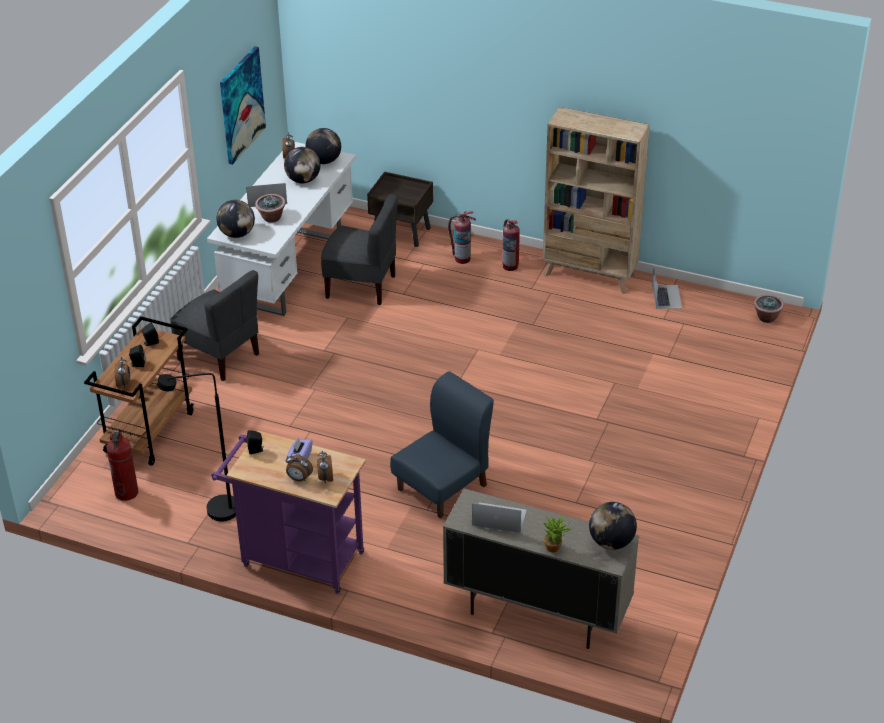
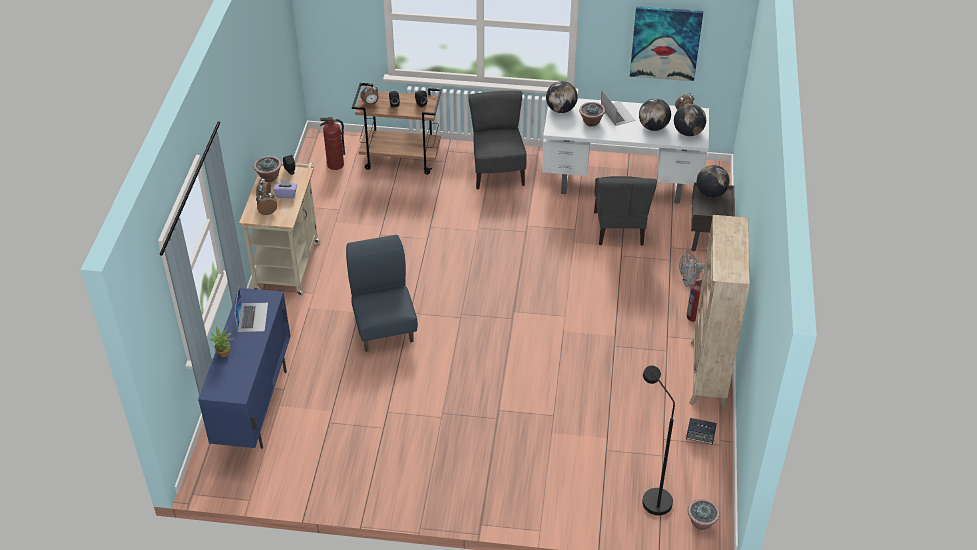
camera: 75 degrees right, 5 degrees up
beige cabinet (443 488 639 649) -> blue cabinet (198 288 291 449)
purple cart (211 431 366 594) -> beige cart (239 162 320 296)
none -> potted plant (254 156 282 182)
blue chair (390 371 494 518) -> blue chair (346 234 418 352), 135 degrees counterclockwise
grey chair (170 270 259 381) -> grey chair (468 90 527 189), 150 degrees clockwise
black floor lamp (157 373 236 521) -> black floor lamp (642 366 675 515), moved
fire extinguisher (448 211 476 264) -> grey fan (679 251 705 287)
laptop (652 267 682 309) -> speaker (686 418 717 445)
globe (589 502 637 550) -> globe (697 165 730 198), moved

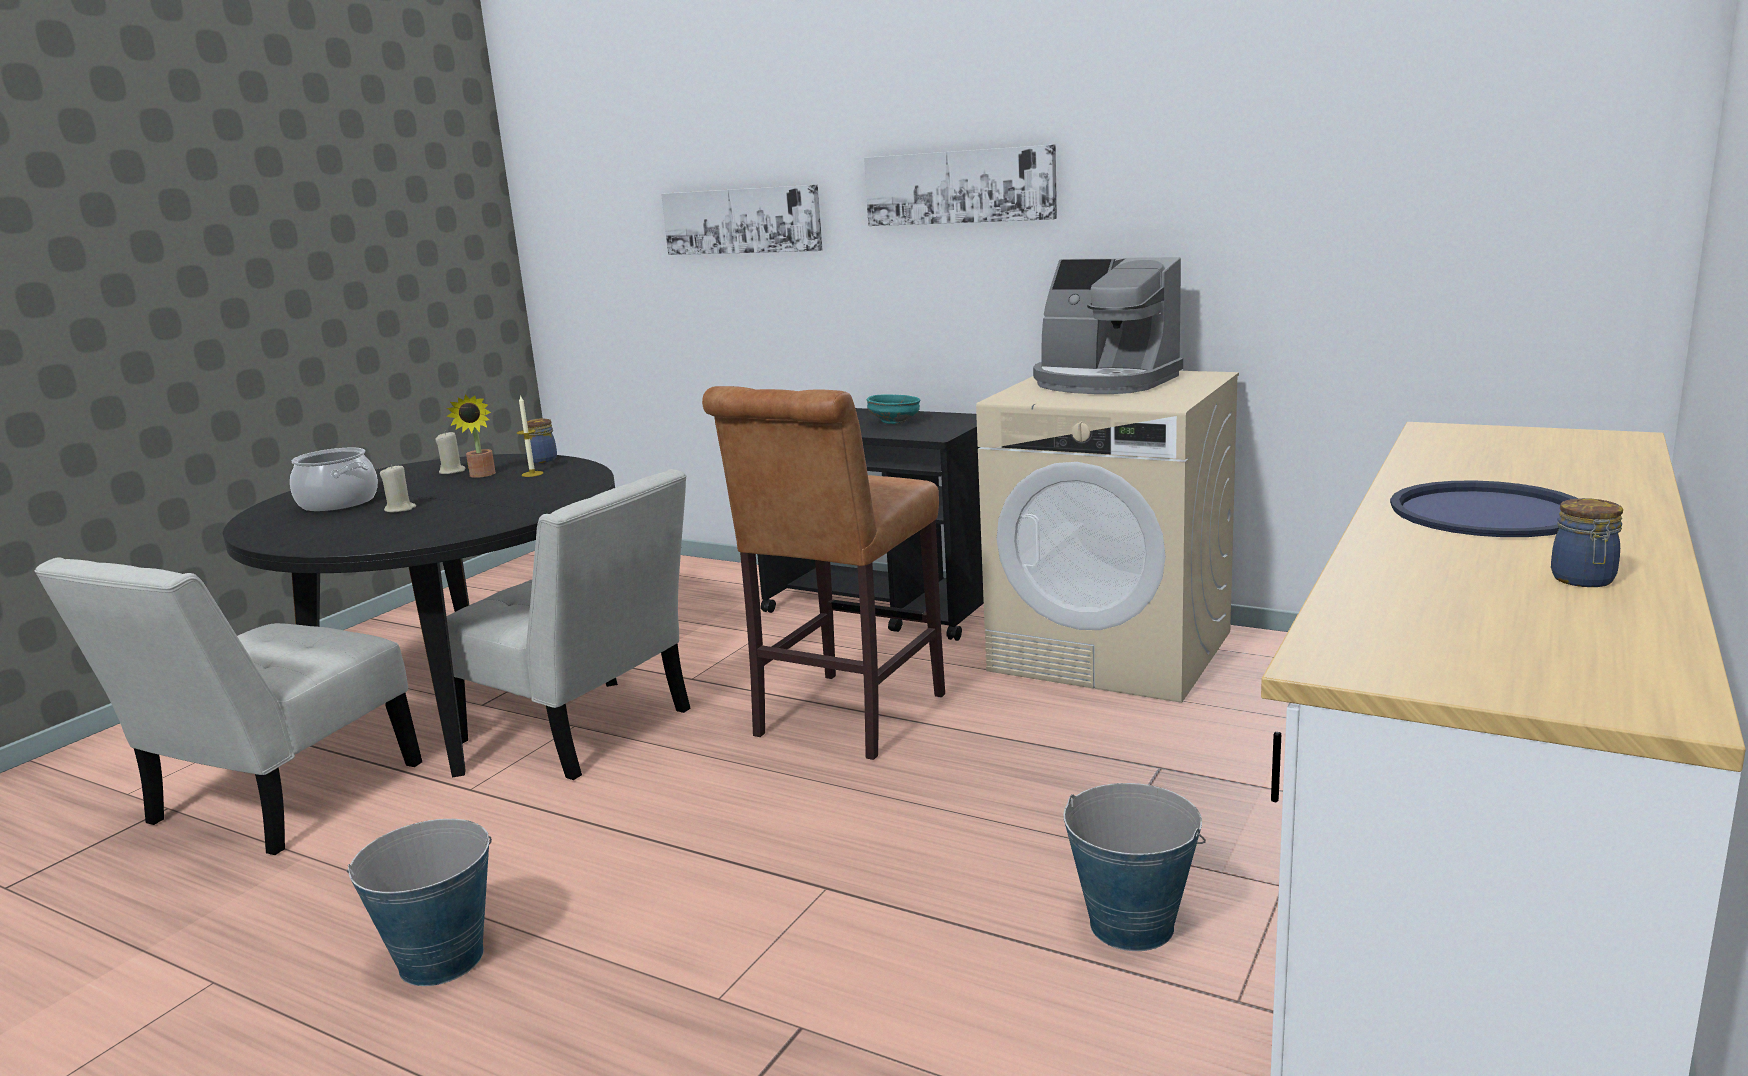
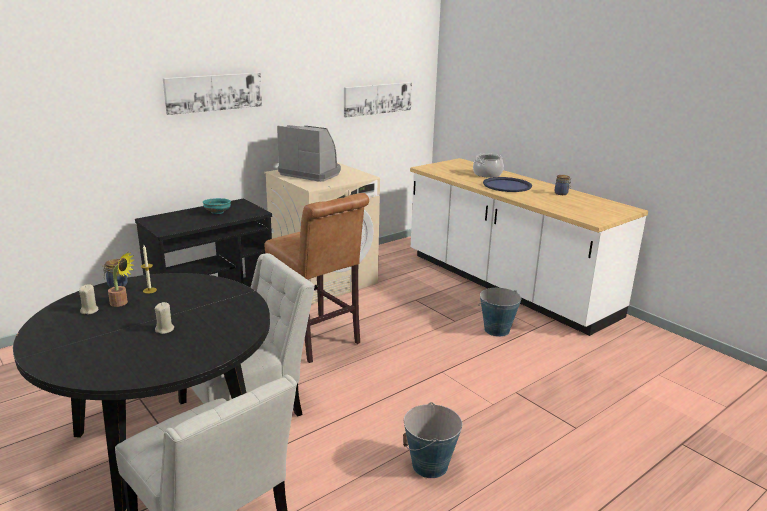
camera: 70 degrees left, 5 degrees up
coffee machine (1033 257 1183 394) -> coffee machine (277 125 341 182), 120 degrees counterclockwise
picture (661 185 823 255) -> picture (344 82 412 117), moved
cooking pot (290 448 378 511) -> cooking pot (473 154 504 178), moved

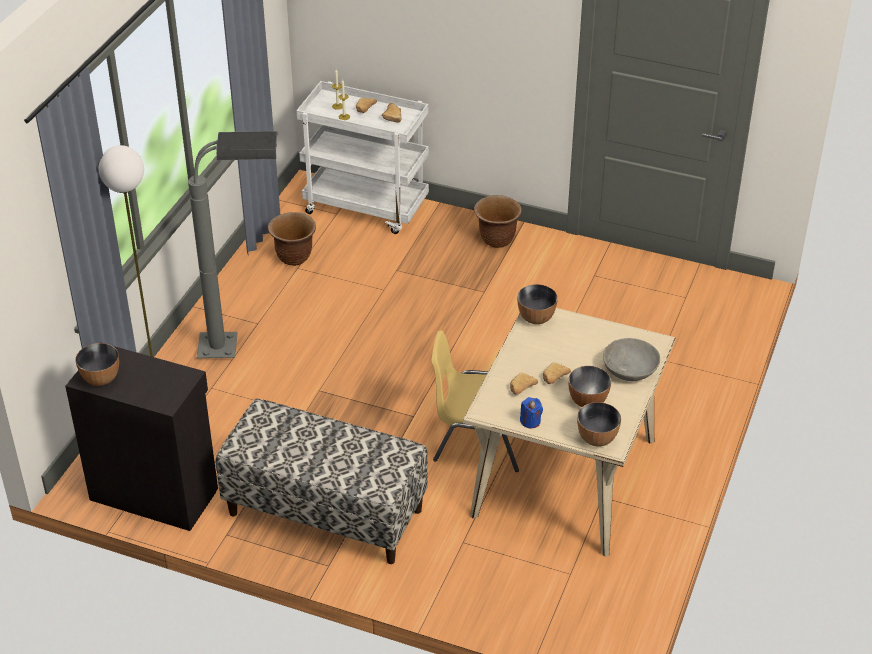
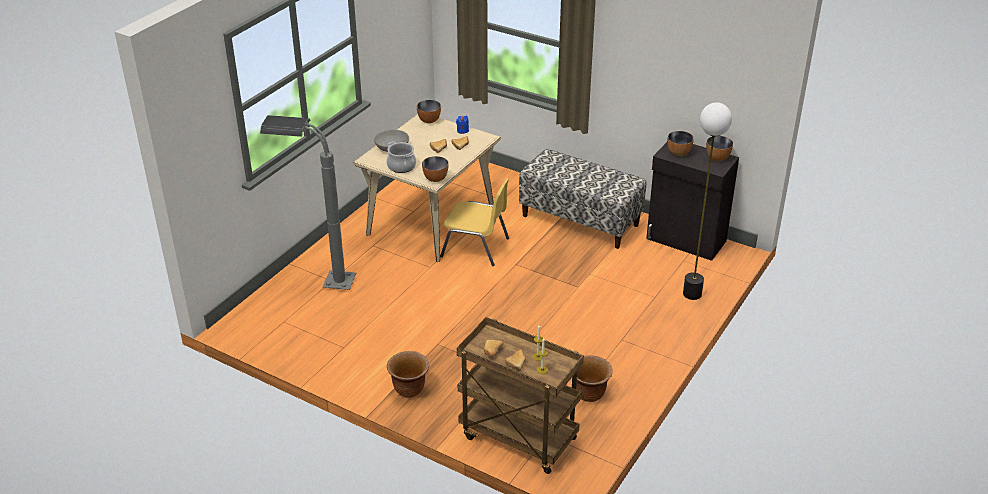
camera: 170 degrees left, 5 degrees down
grey floor lamp (188 131 278 358) -> grey floor lamp (260 115 356 290), moved
none -> cooking pot (386 141 416 173)
white cart (296 81 429 234) -> brown cart (457 317 584 474)
bowl (568 366 611 407) -> bowl (667 131 694 156), moved

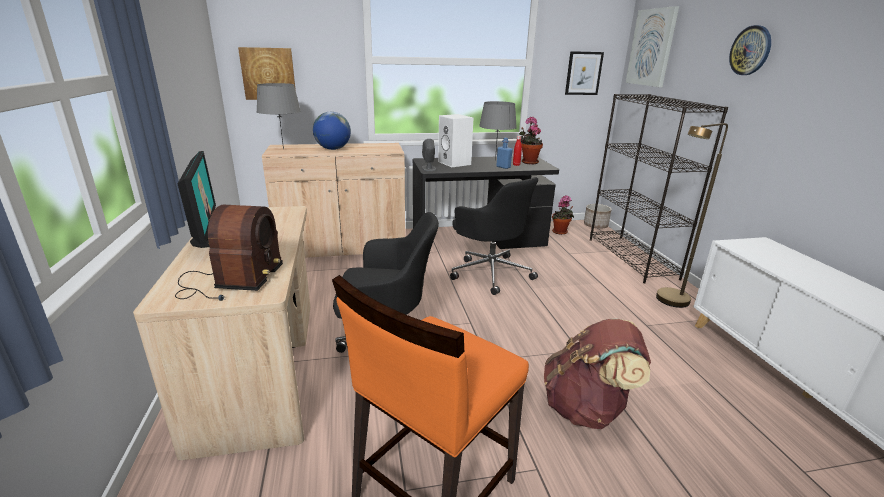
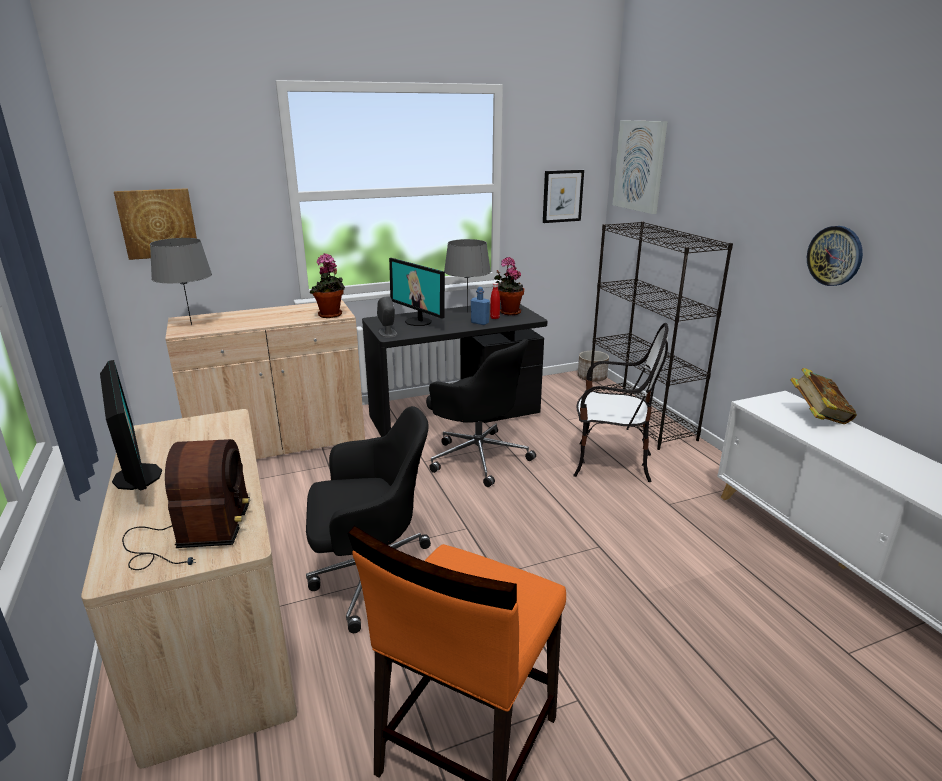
camera: 10 degrees left, 0 degrees up
potted plant (552 195 574 235) -> potted plant (310 253 345 318), moved
white speaker (438 114 473 167) -> monitor (389 258 445 326)
none -> chair (573 323 669 482)
none -> book (790 368 857 424)
wall clock (729 25 771 75) -> wall clock (807 226 863 286), moved
globe (313 112 351 150) -> none
brown backpack (544 319 651 429) -> none
brown floor lamp (656 123 728 308) -> none

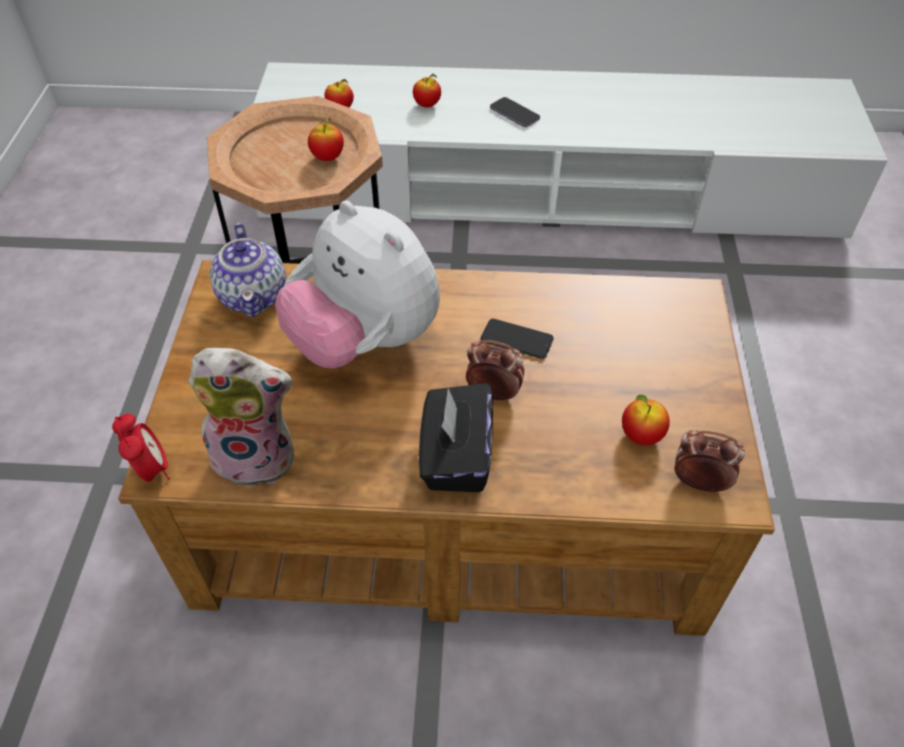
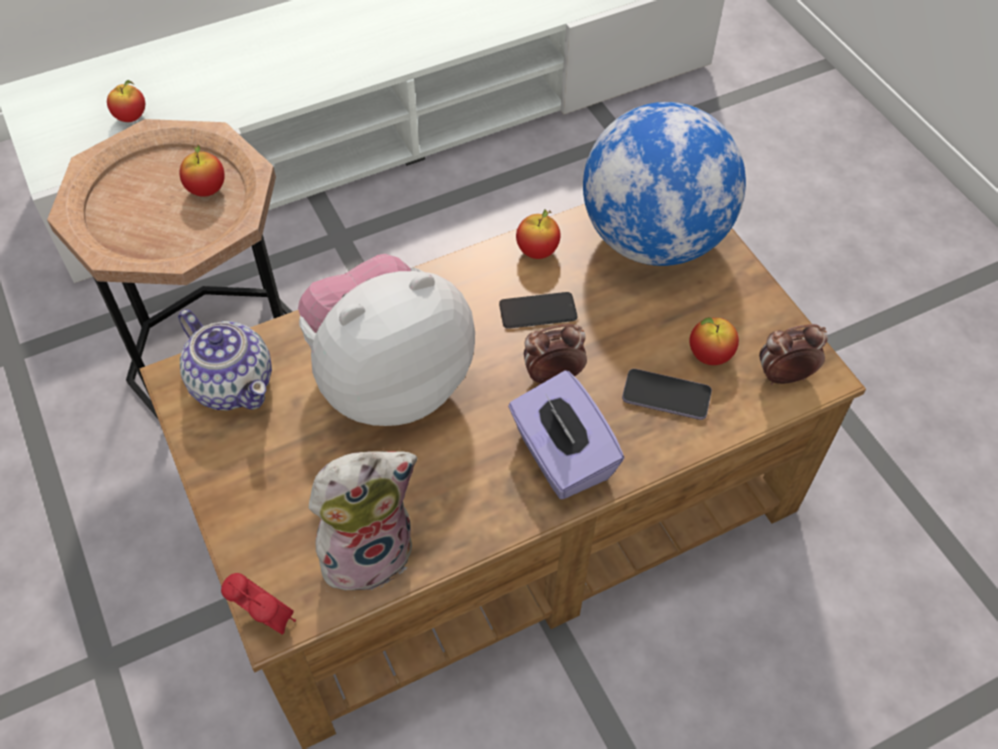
camera: 30 degrees left, 5 degrees up
plush toy (275 200 440 369) -> plush toy (298 254 475 426), 135 degrees clockwise
black tissue box (419 383 493 492) -> purple tissue box (508 370 624 499)
apple (413 74 441 108) -> apple (516 209 561 259), moved
none -> globe (583 102 746 266)
phone (490 97 540 127) -> phone (622 369 712 420), moved

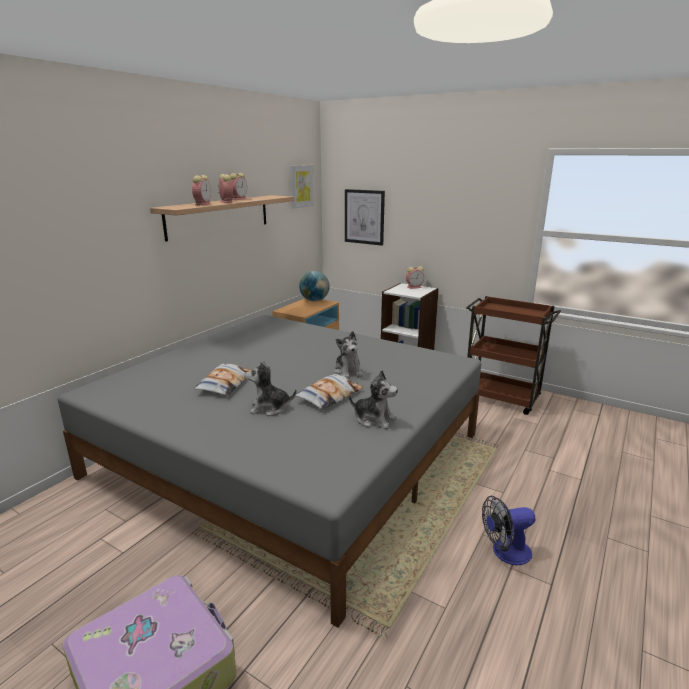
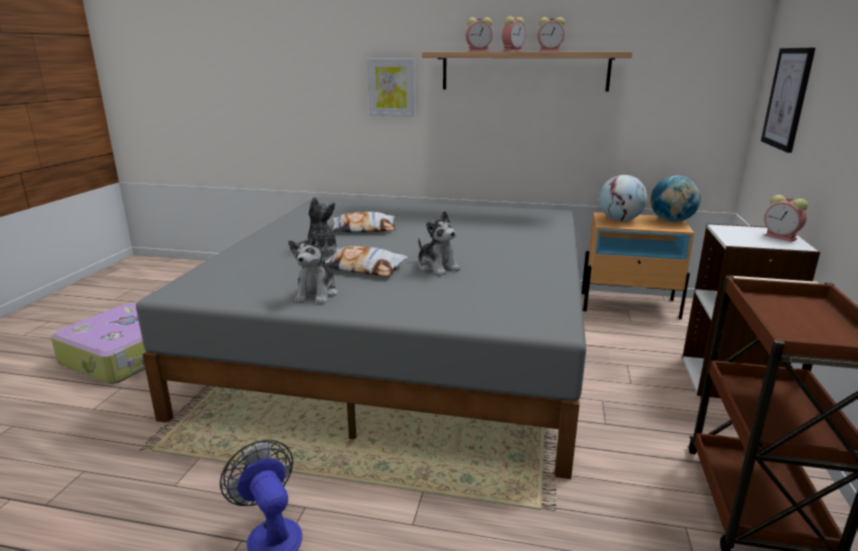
camera: 70 degrees right, 0 degrees up
picture (290 165 314 209) -> picture (367 58 415 117), moved
plush toy (334 331 363 379) -> plush toy (418 211 461 276), 90 degrees counterclockwise
none -> globe (599 175 647 221)

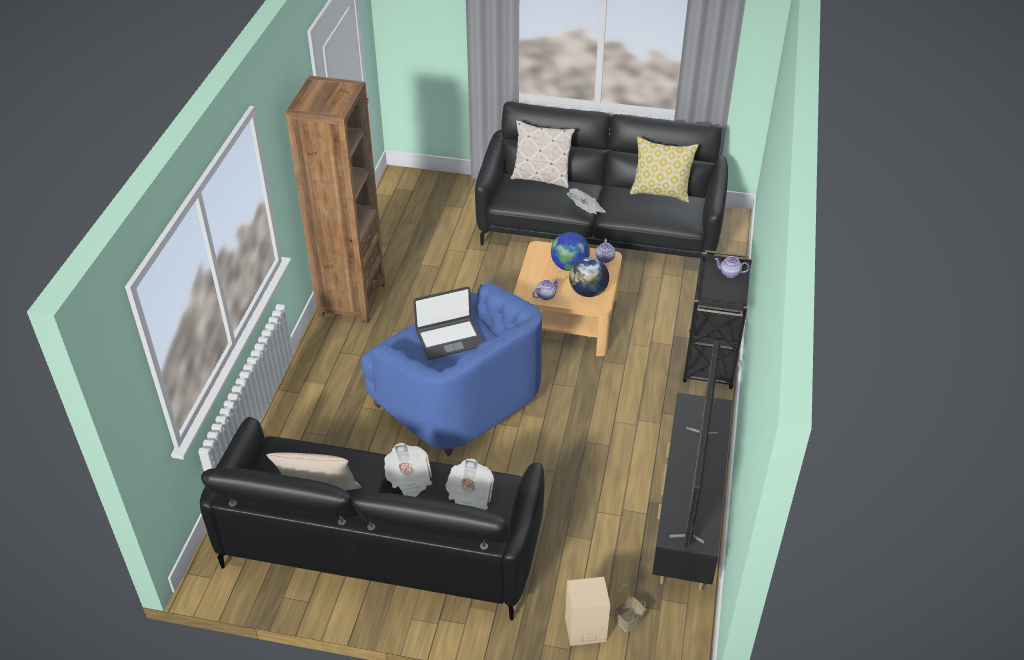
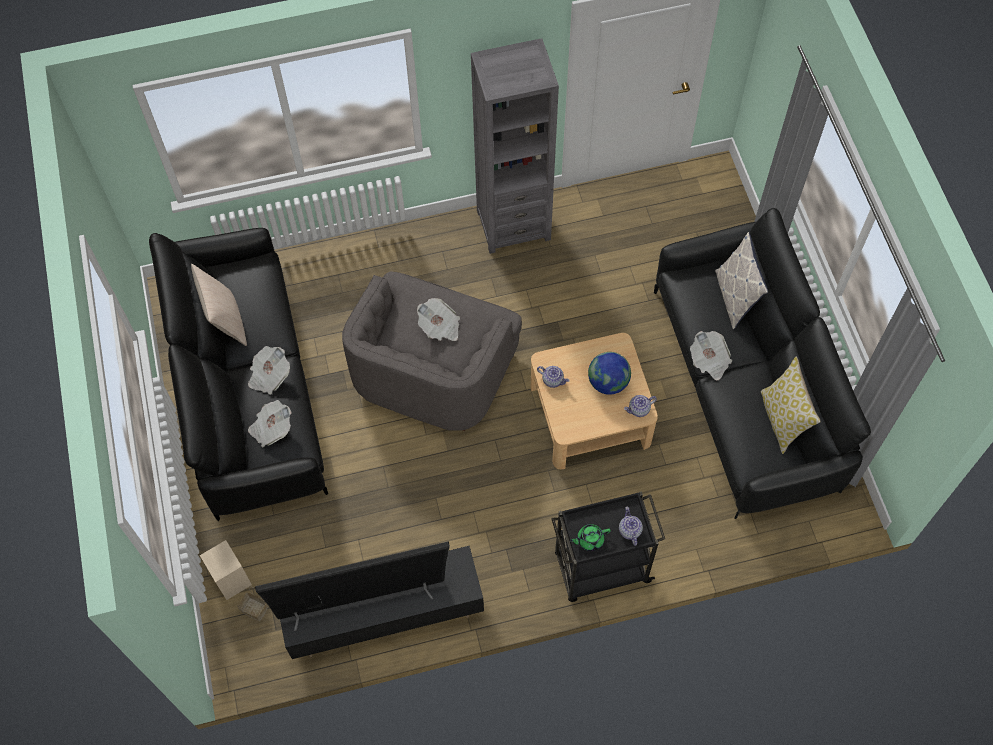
camera: 65 degrees right, 20 degrees up
blue armchair (361 281 542 456) -> grey armchair (342 271 522 431)
laptop (413 287 483 360) -> newspaper (417 298 460 341)
brown bookcase (286 76 386 324) -> grey bookcase (471 38 559 254)
none -> green teapot (569 524 611 551)
globe (569 257 609 297) -> none

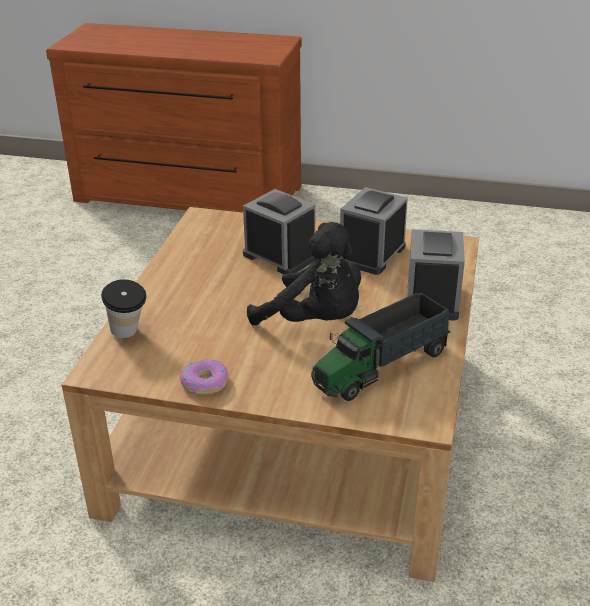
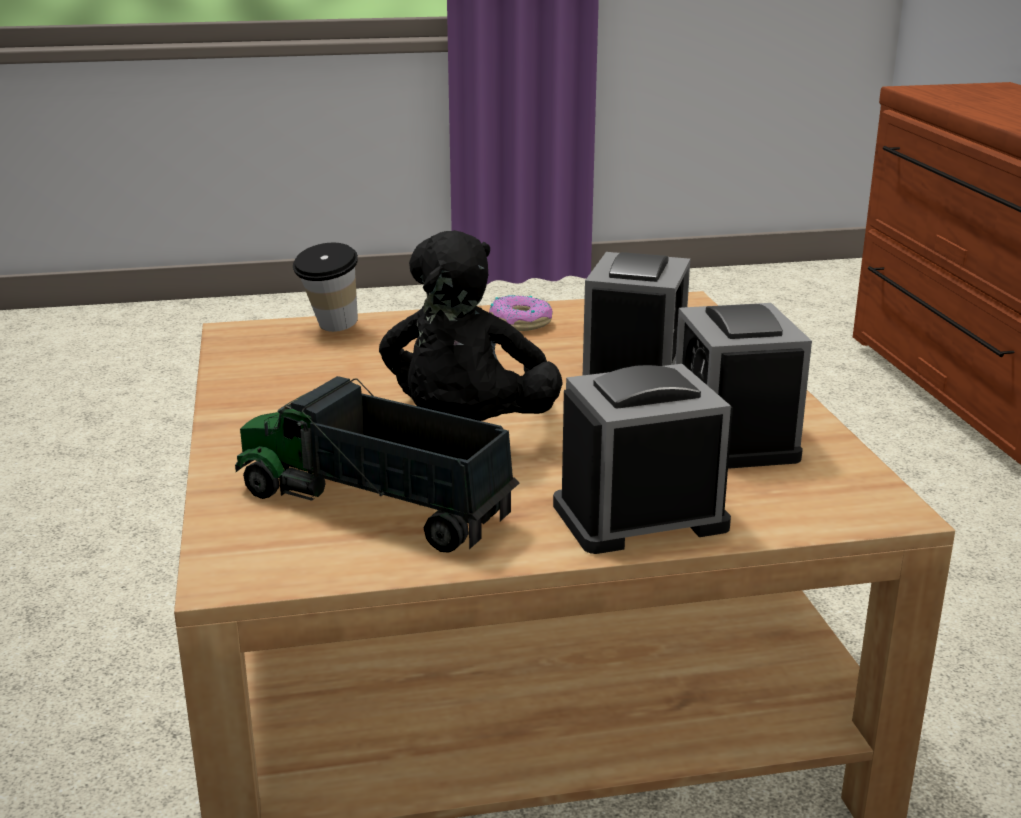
camera: 65 degrees right, 10 degrees down
donut (180 360 228 395) -> donut (489 295 553 331), moved
alarm clock (340 187 408 275) -> alarm clock (675 303 812 469), 105 degrees counterclockwise

